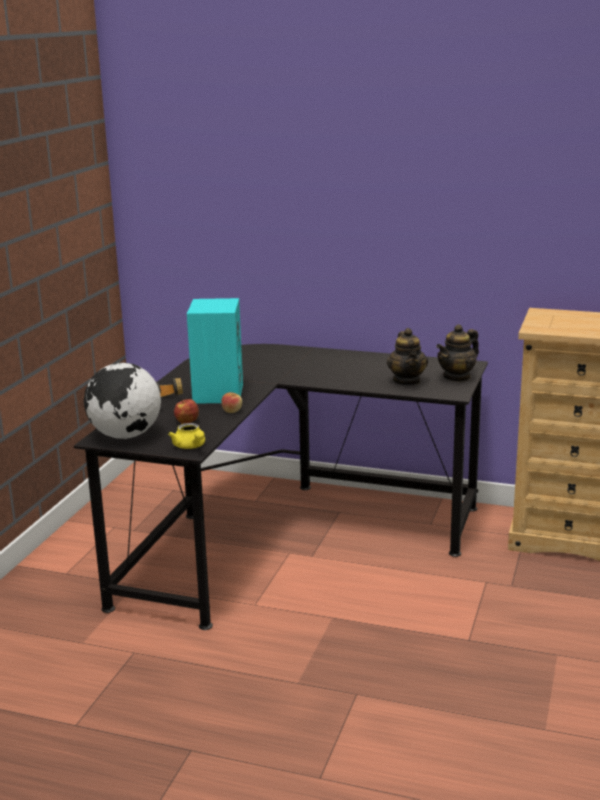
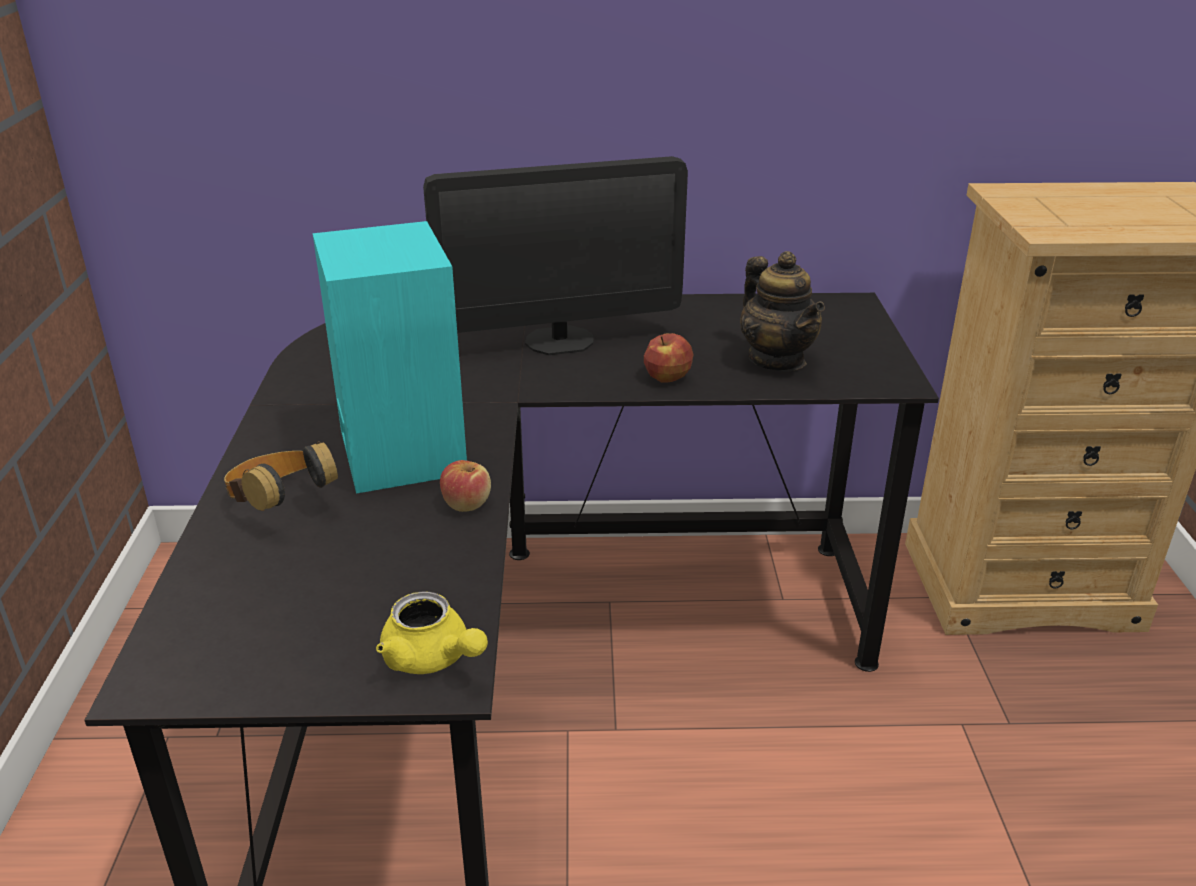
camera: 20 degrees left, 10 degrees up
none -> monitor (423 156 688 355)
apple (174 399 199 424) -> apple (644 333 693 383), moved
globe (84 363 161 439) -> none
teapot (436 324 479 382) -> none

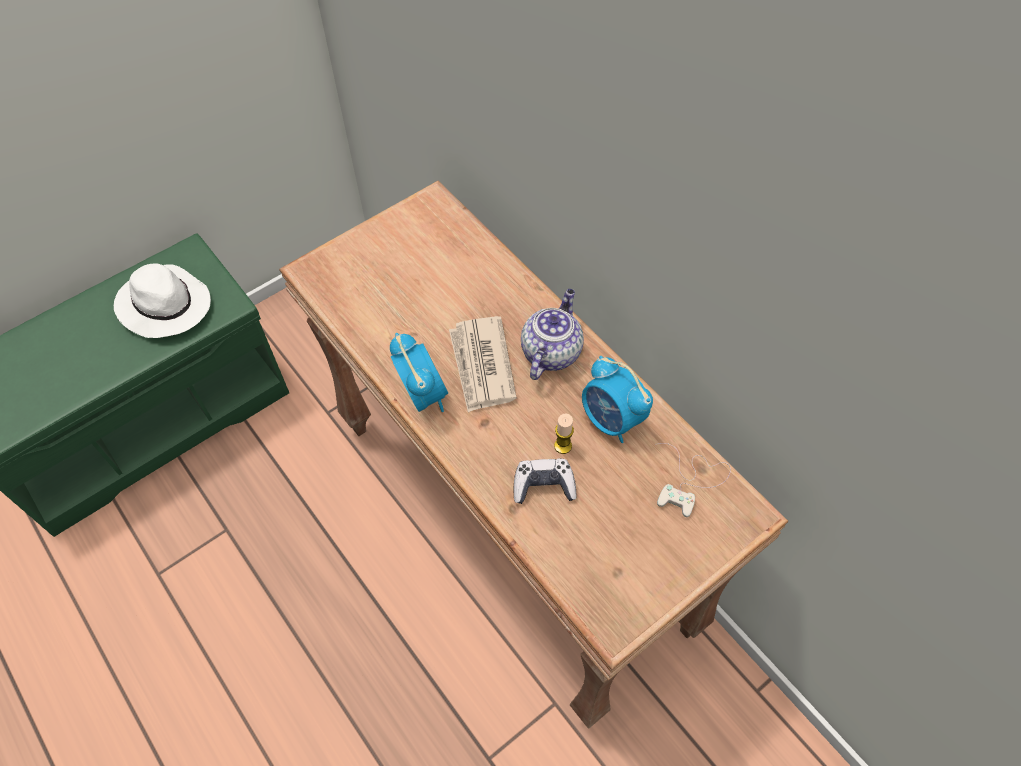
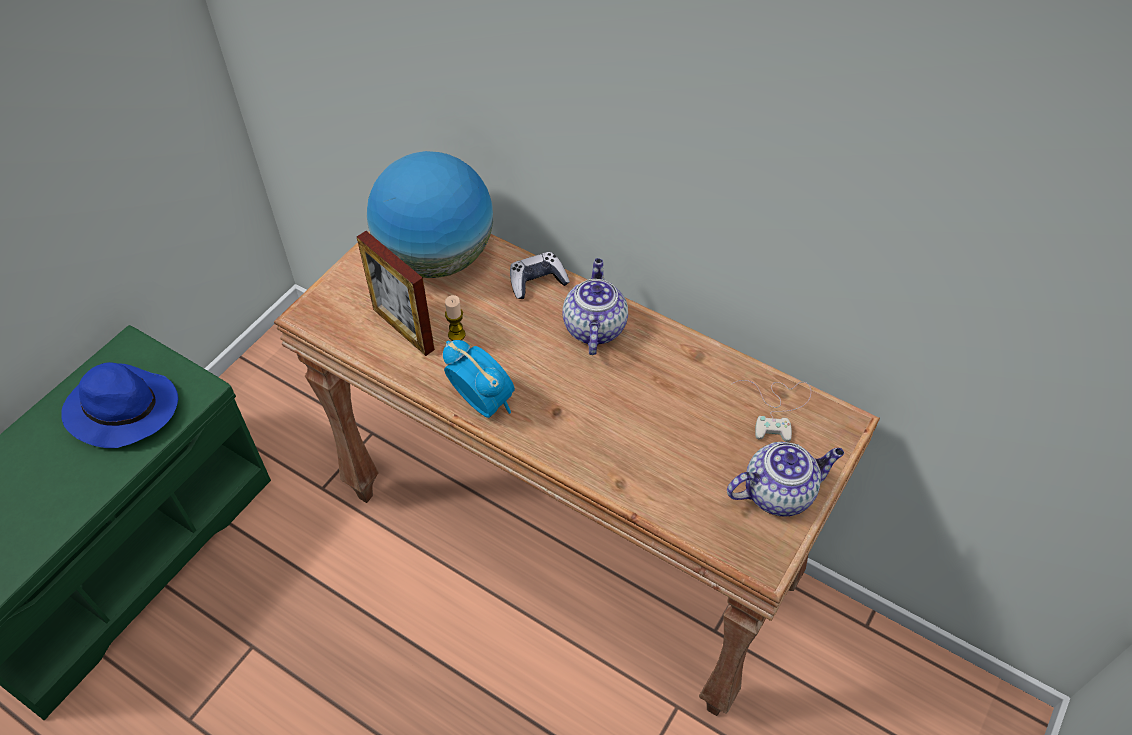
camera: 20 degrees left, 5 degrees down
white hat (114 263 211 338) -> blue hat (61 362 178 448)
none -> picture frame (357 231 435 356)
none -> globe (367 151 493 278)
candle (554 414 574 454) -> candle (445 295 466 341), moved
game controller (513 458 577 504) -> game controller (510 252 570 299), moved
none -> teapot (727 442 844 517)
newspaper (449 316 517 412) -> none
alarm clock (582 356 653 443) -> none

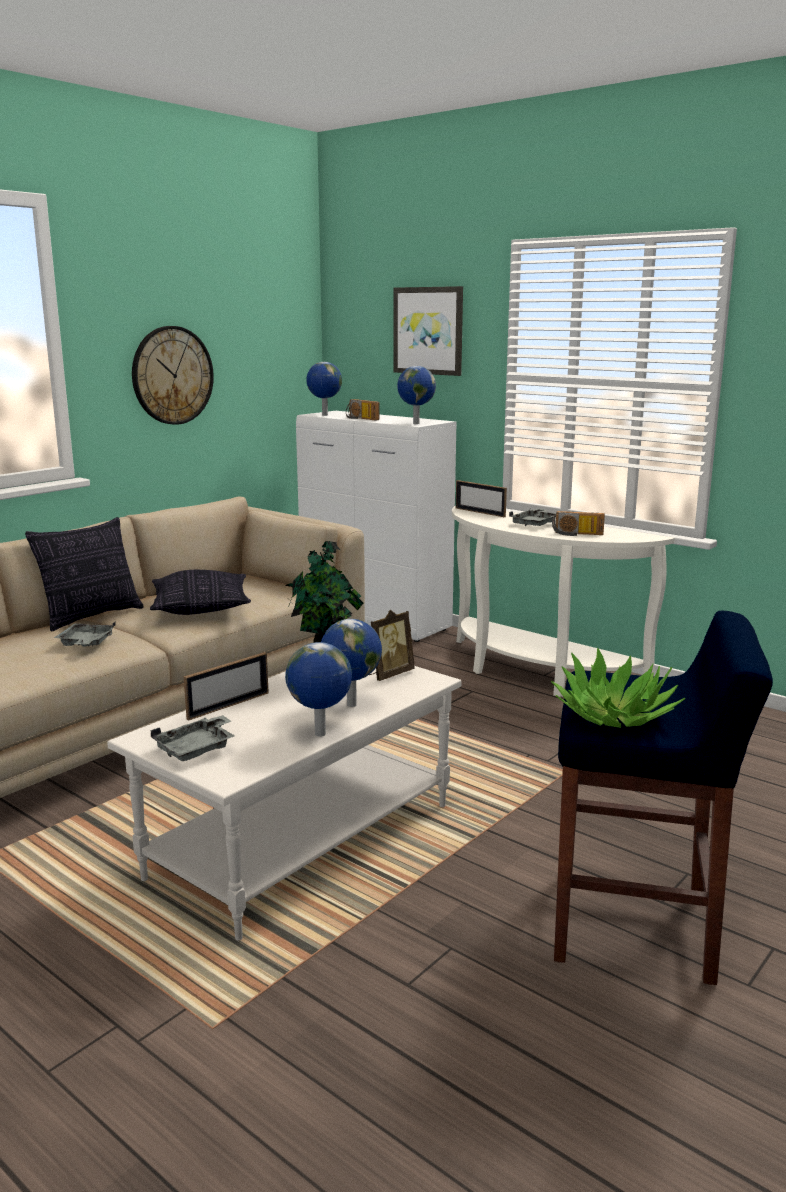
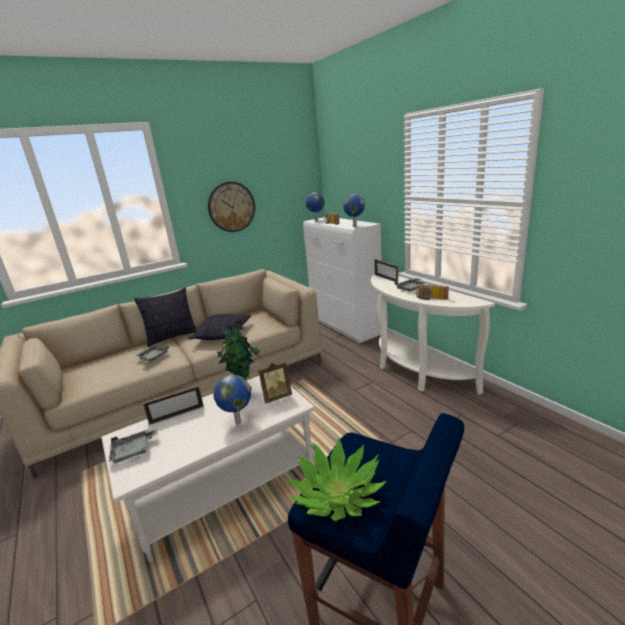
camera: 20 degrees right, 5 degrees up
globe (285 642 352 736) -> none
picture (394 286 463 376) -> none

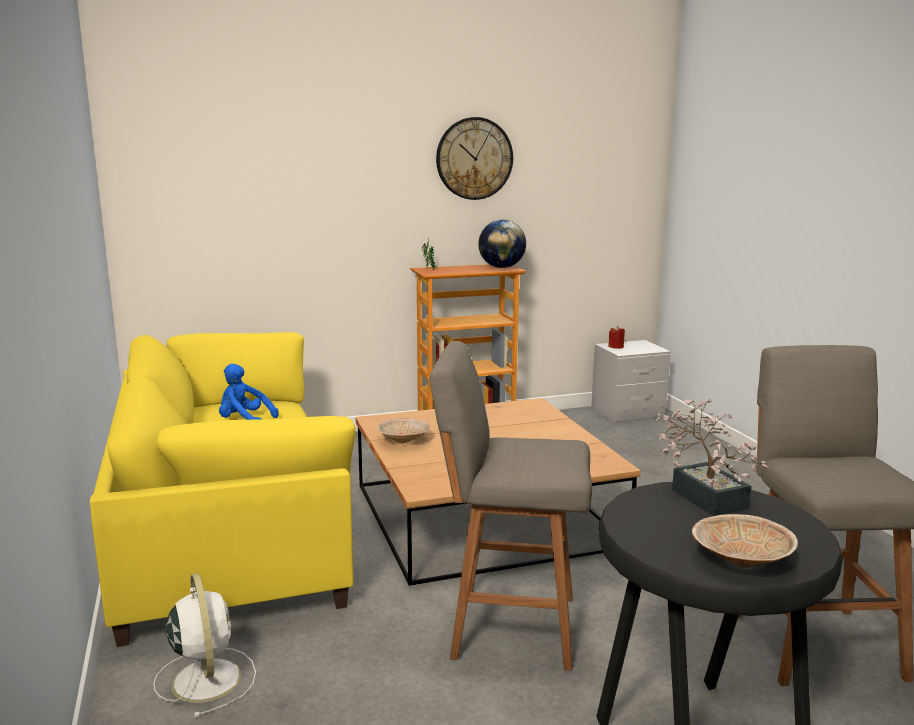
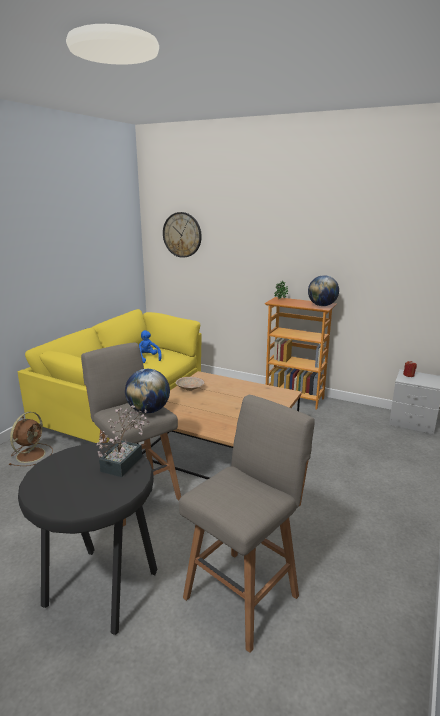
camera: 45 degrees right, 5 degrees up
white fan (153 573 256 718) -> brown fan (9 412 53 466)
none -> globe (125 369 170 413)
wall clock (436 117 513 200) -> wall clock (163 212 202 258), moved
beige bowl (692 514 798 568) -> none

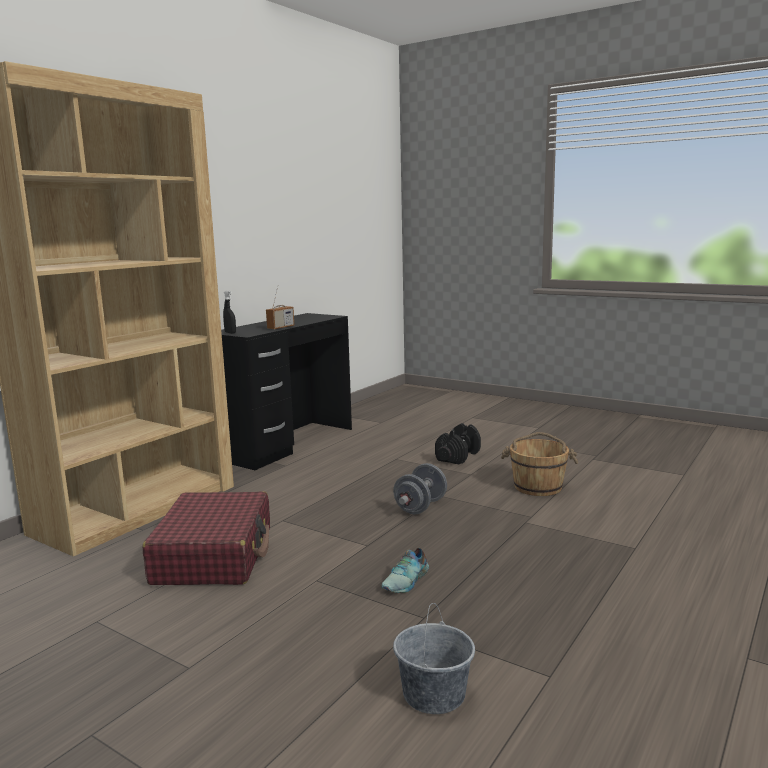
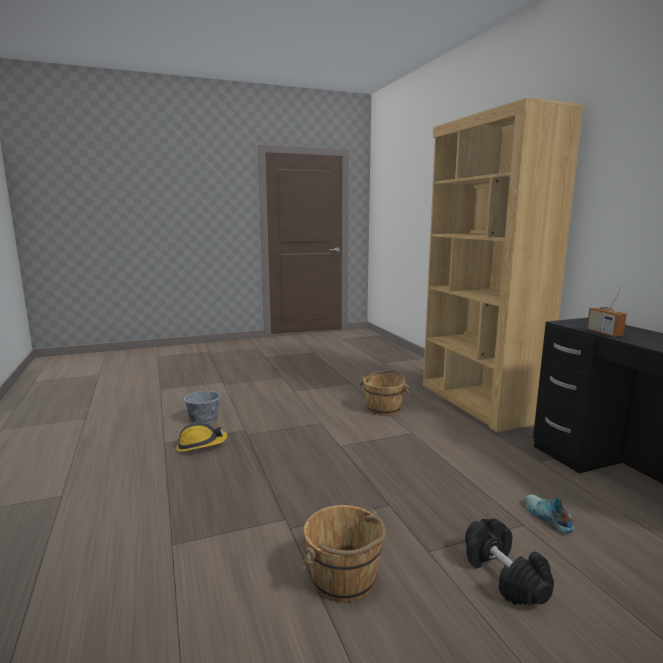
camera: 125 degrees right, 0 degrees up
none -> hard hat (176 422 227 452)
red suitcase (143 491 270 585) -> brown bucket (360 370 410 416)
shoe (382 548 429 593) -> shoe (525 495 574 534), moved
black spray bottle (223 291 236 334) -> none
grey dumbbell (393 463 447 514) -> none

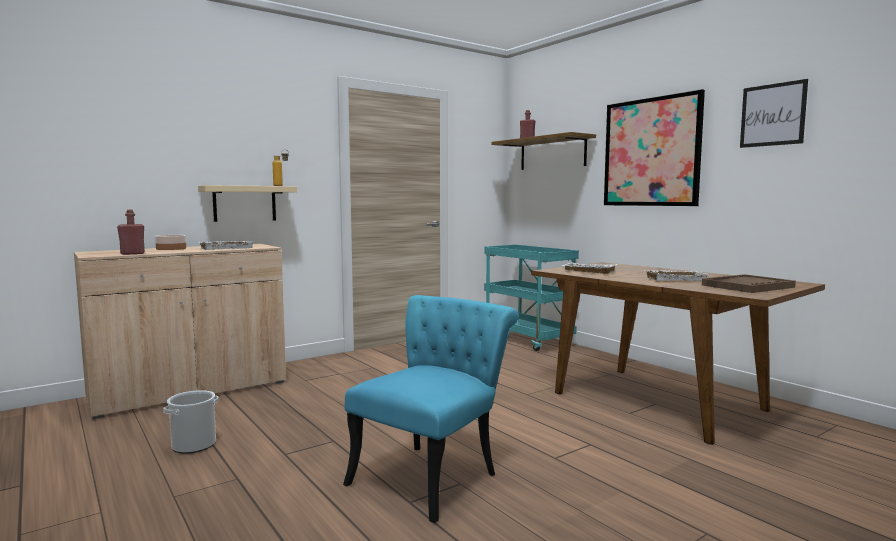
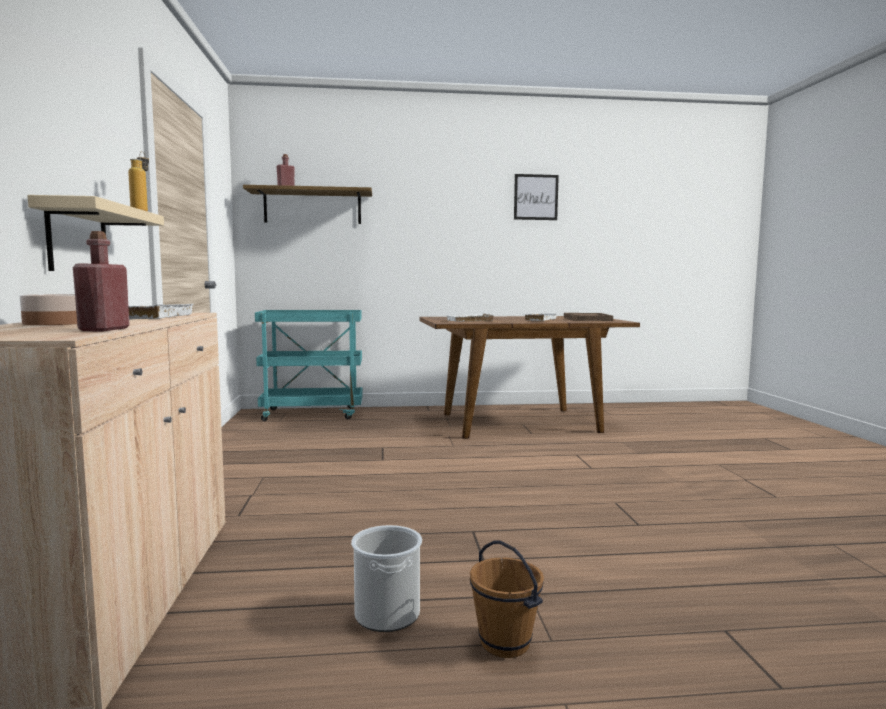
camera: 60 degrees left, 0 degrees up
none -> brown bucket (470 540 544 658)
turquoise chair (343 295 519 523) -> none
picture (604 89 705 206) -> none

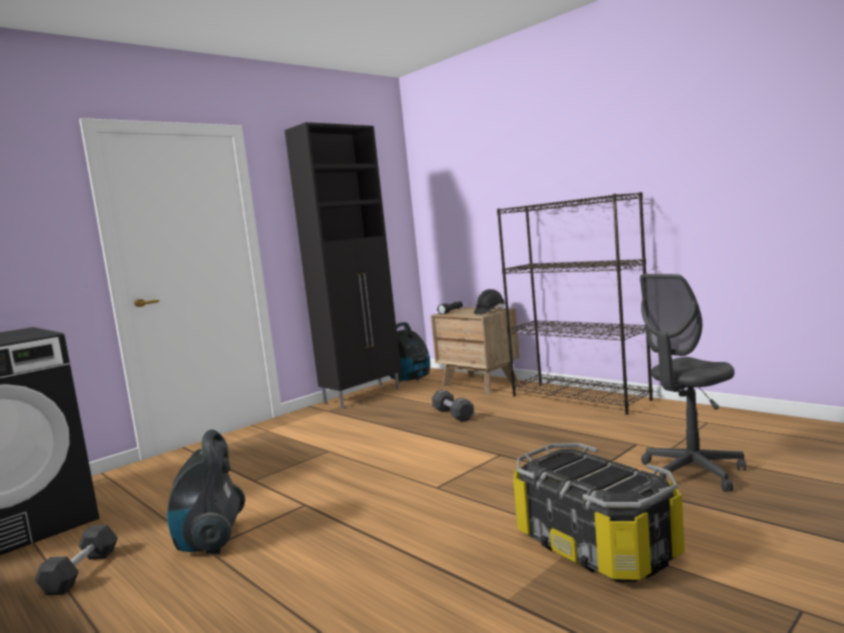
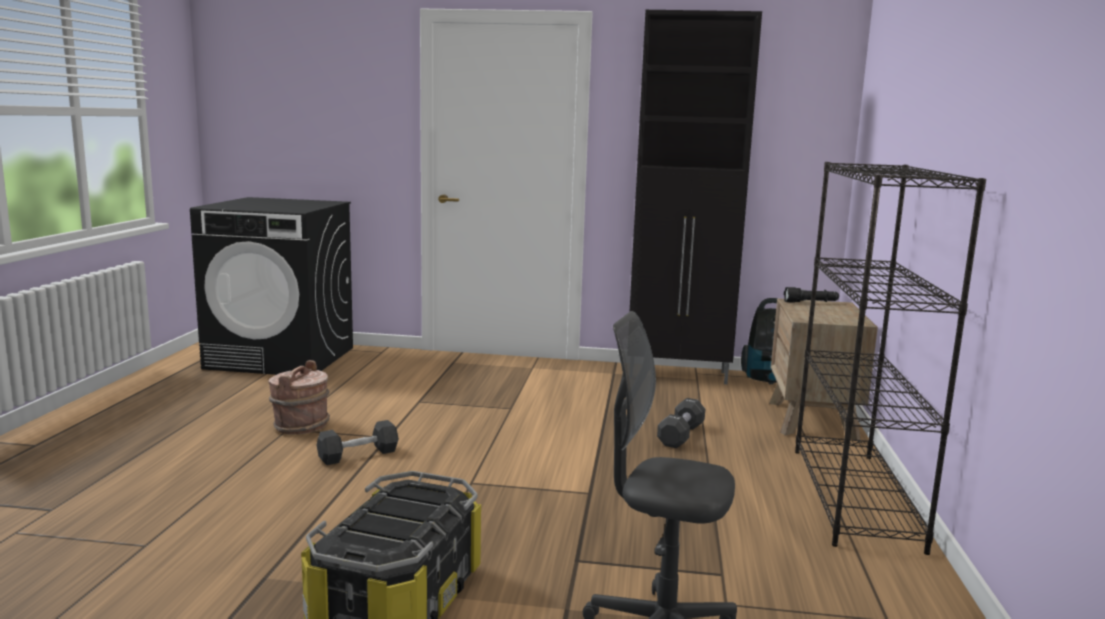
camera: 50 degrees right, 5 degrees up
vacuum cleaner (167 430 245 554) -> brown bucket (268 360 330 434)
black dumbbell (34 525 118 595) -> black dumbbell (317 420 399 465), moved
black hard hat (474 289 505 315) -> none

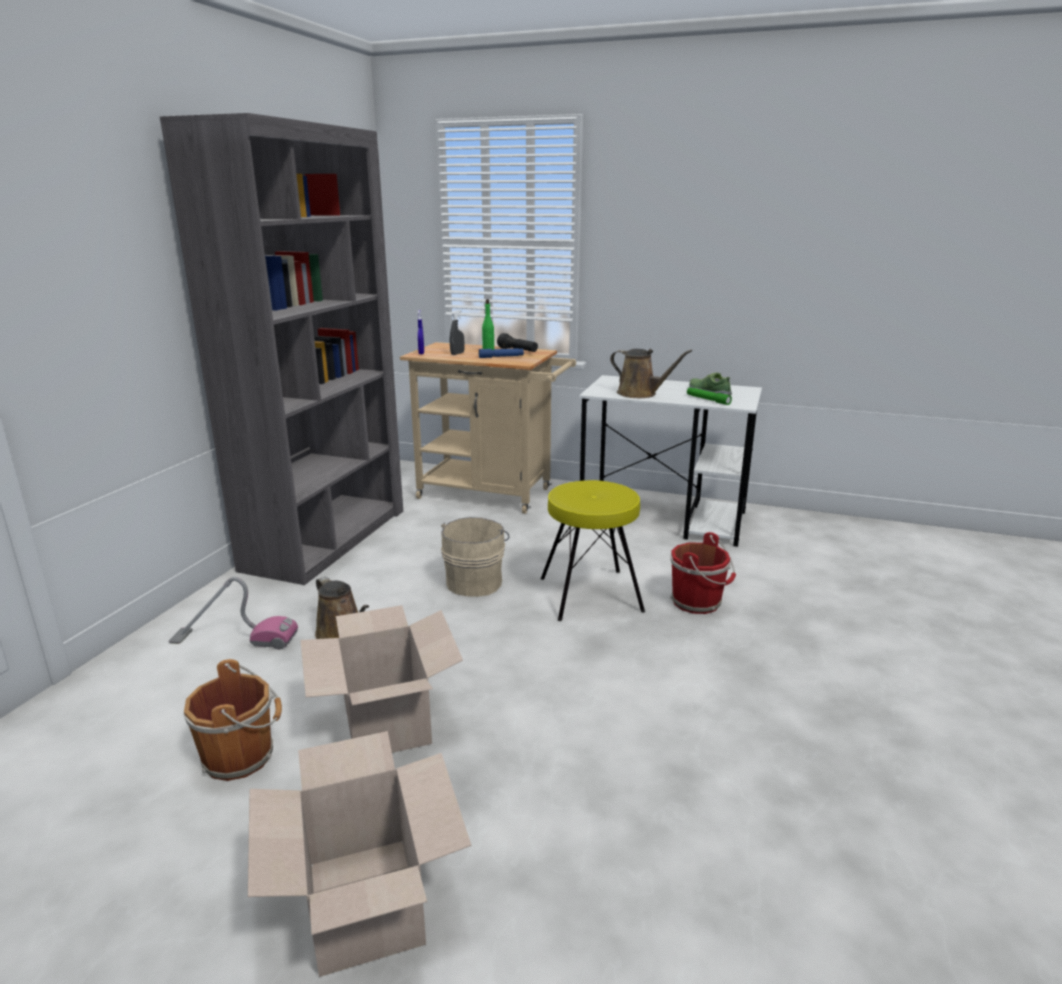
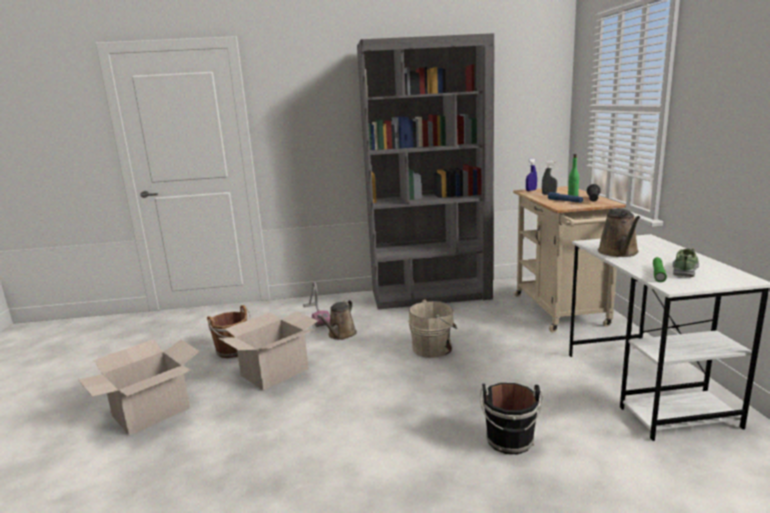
camera: 65 degrees right, 5 degrees down
red bucket (670 532 736 614) -> black bucket (480 383 543 454)
yellow stool (541 480 645 621) -> none

